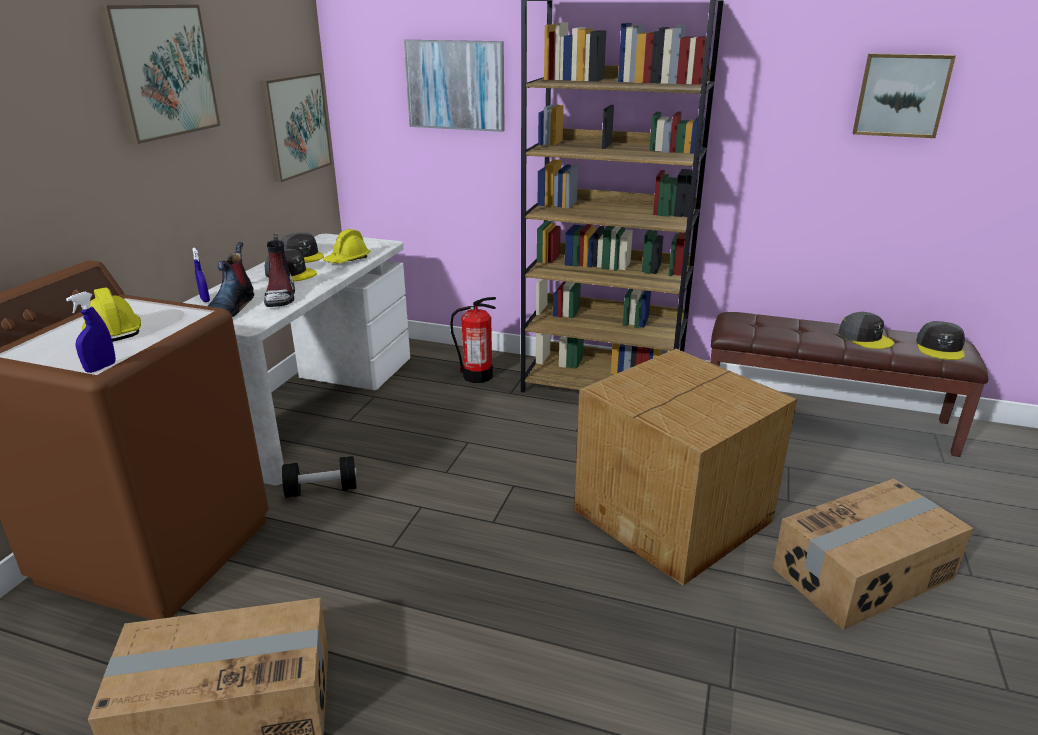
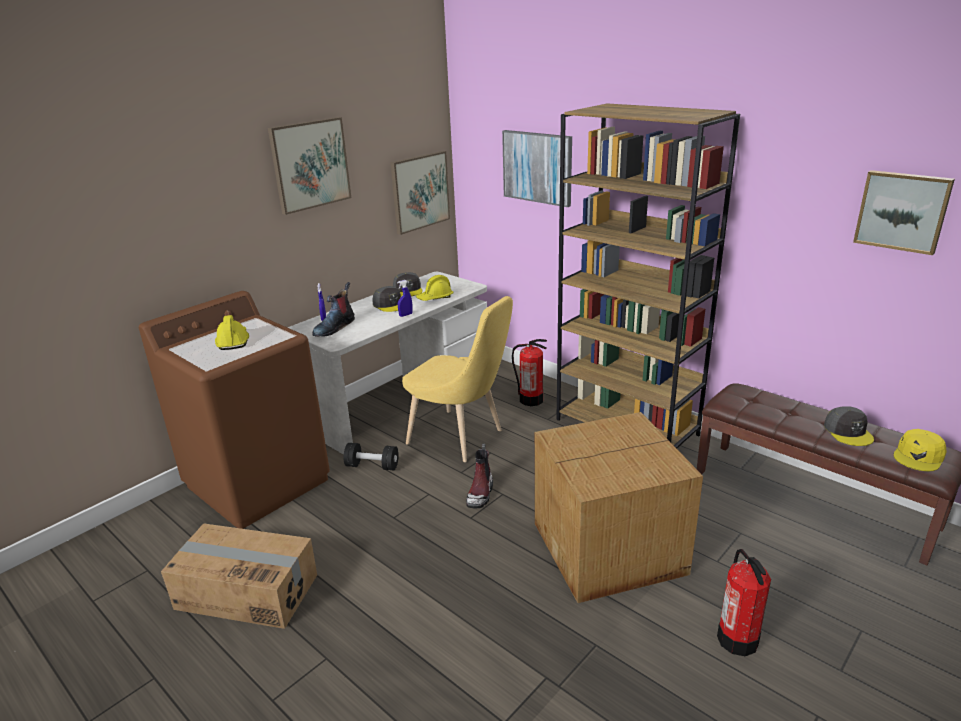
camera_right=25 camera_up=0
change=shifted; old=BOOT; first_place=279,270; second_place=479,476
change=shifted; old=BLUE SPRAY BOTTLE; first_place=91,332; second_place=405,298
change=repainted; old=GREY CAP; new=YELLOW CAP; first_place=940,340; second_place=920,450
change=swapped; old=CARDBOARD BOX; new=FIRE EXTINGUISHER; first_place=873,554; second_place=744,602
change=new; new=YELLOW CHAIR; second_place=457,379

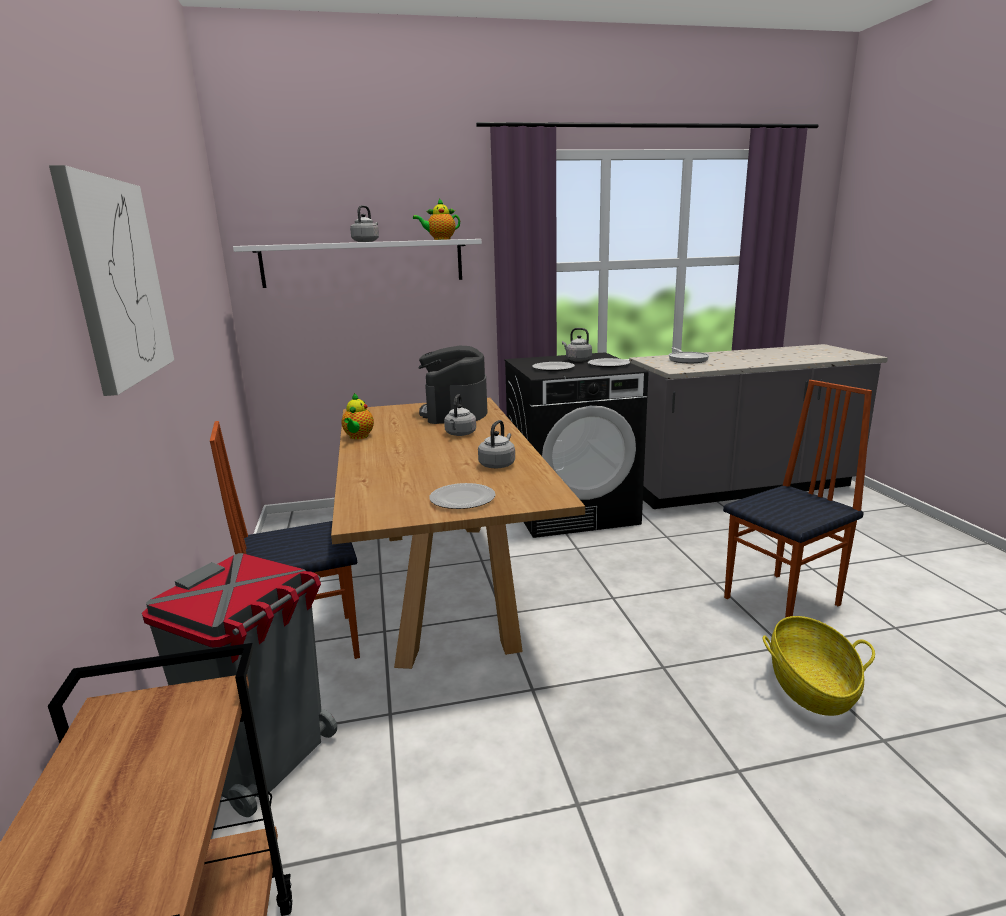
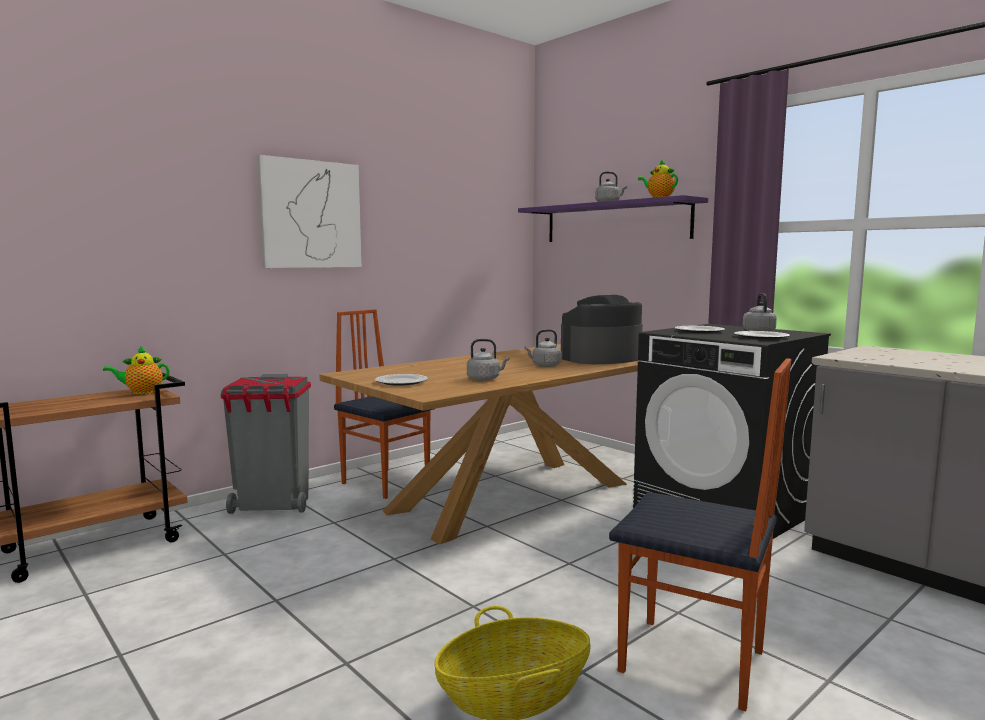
camera_right=60 camera_up=-10
change=repainted; old=WHITE SHELF; new=PURPLE SHELF; first_place=357,263; second_place=613,218
change=gone; old=FRYING PAN; first_place=689,355
change=shifted; old=TEAPOT; first_place=358,416; second_place=136,370

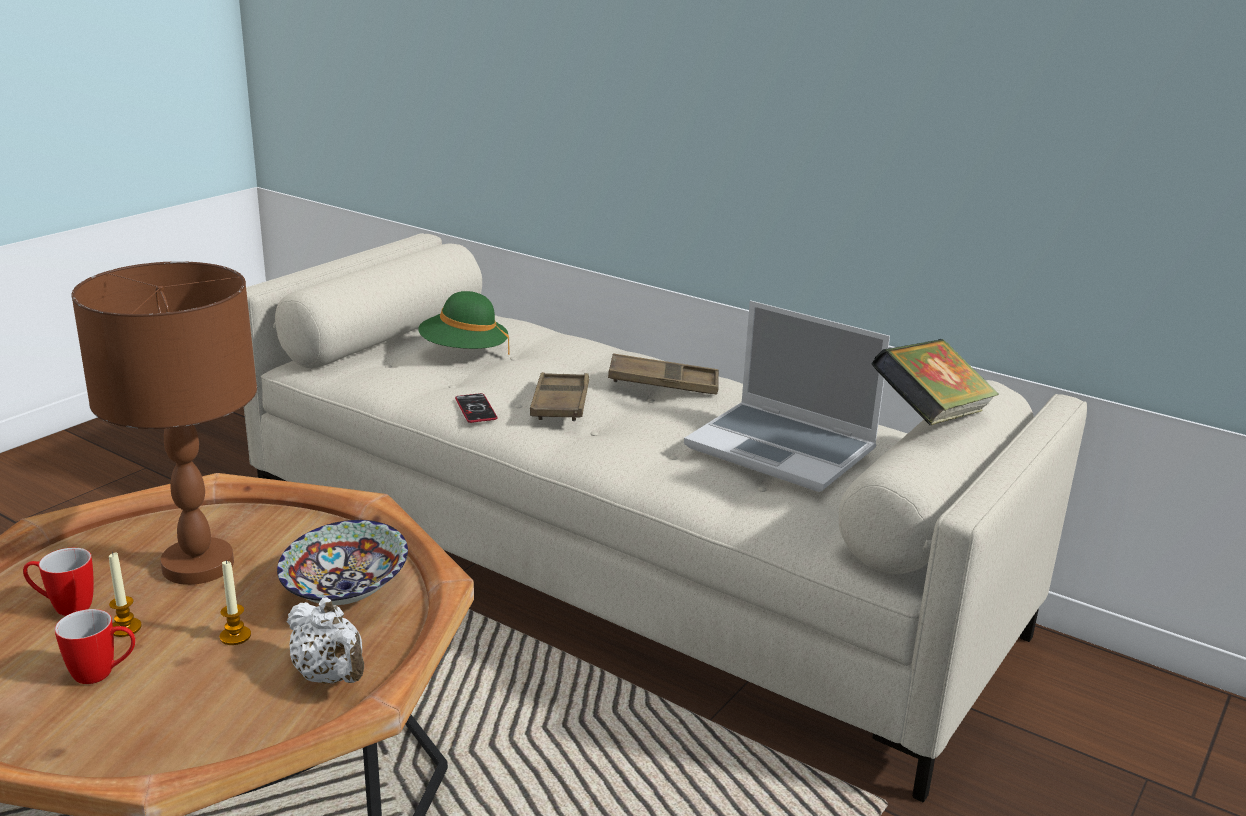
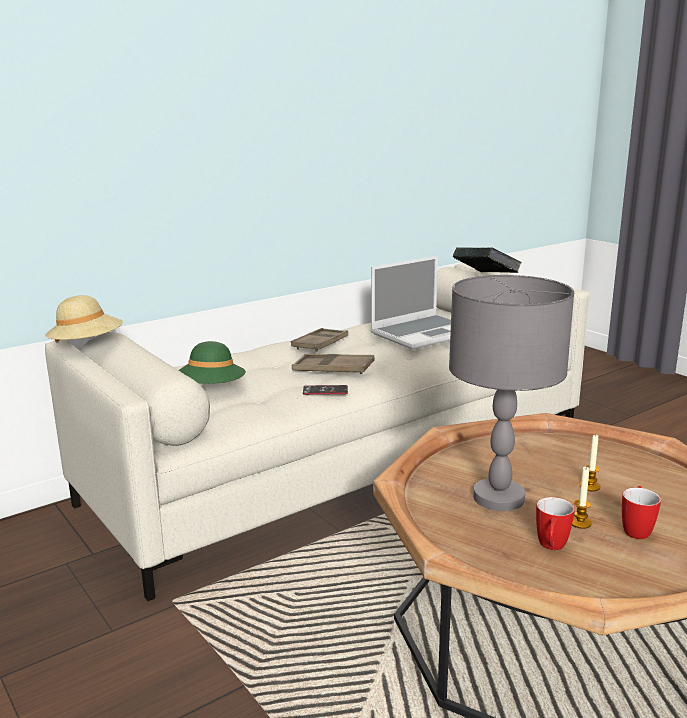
camera_right=-70 camera_up=-5
change=repainted; old=BROWN TABLE LAMP; new=GREY TABLE LAMP; first_place=164,423; second_place=511,393
change=gone; old=BOWL; first_place=342,562
change=gone; old=WHITE TEAPOT; first_place=325,640
change=new; new=BEIGE HAT; second_place=84,319

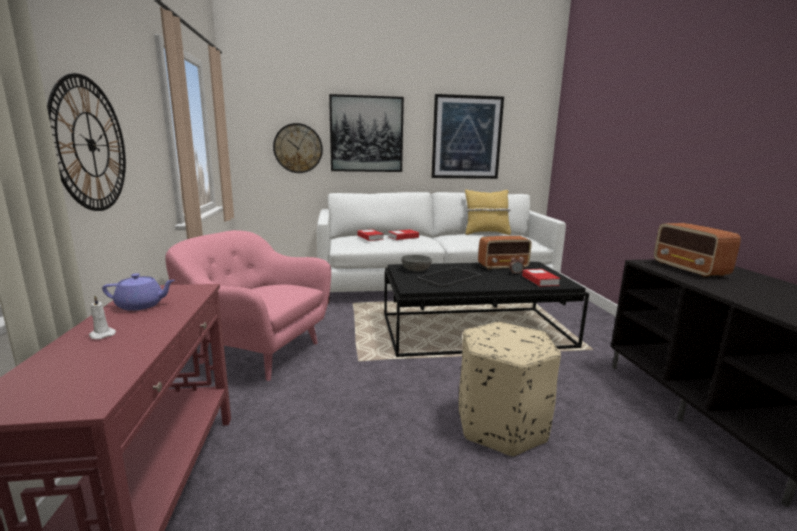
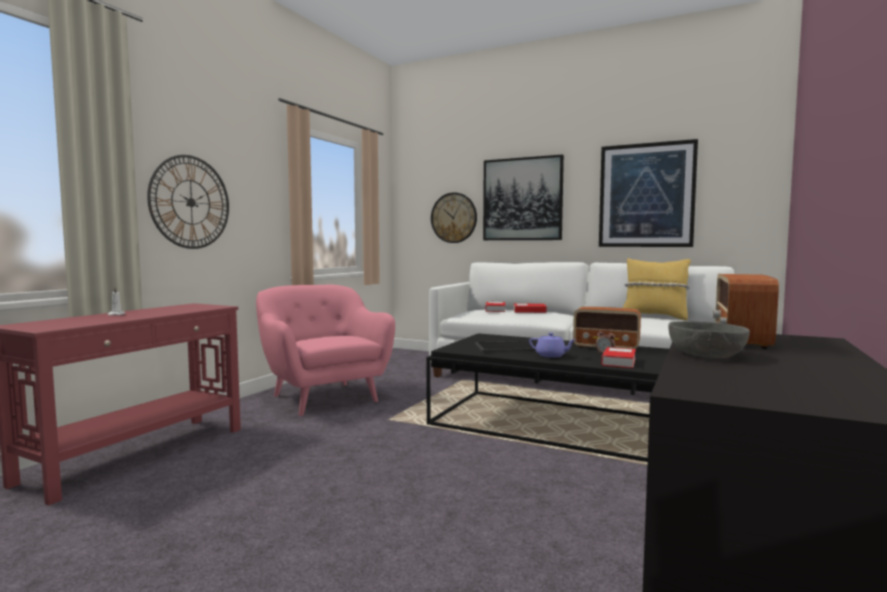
camera_right=35 camera_up=-10
change=shifted; old=GREY BOWL; first_place=416,263; second_place=709,339
change=shifted; old=PURPLE TEAPOT; first_place=138,292; second_place=552,345
change=gone; old=BEIGE OTTOMAN; first_place=510,389

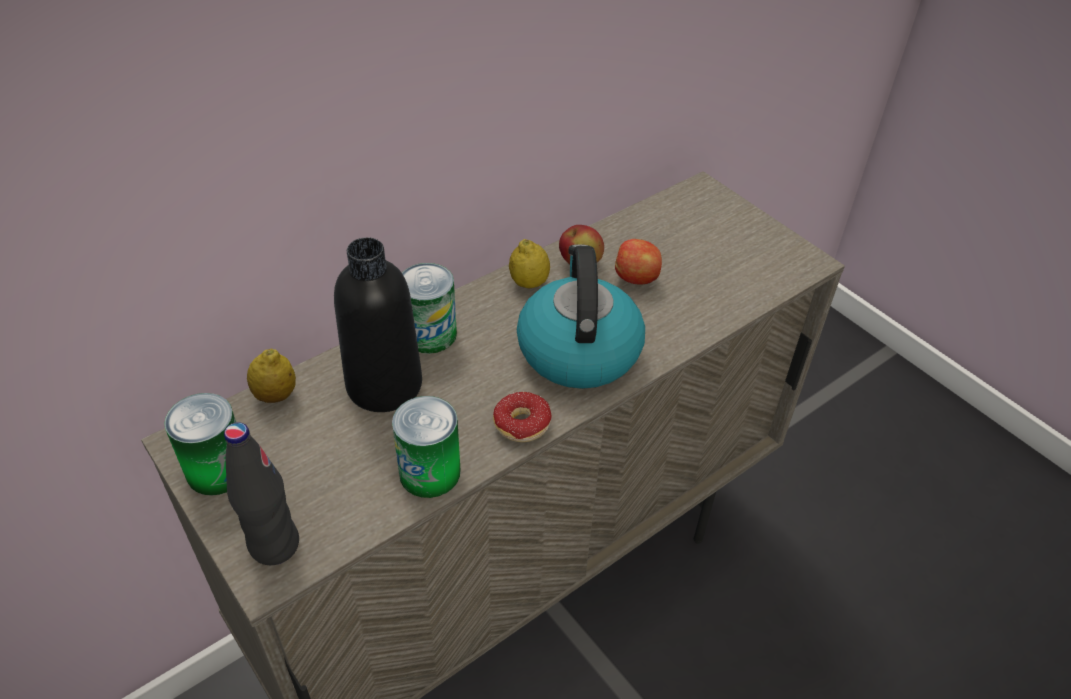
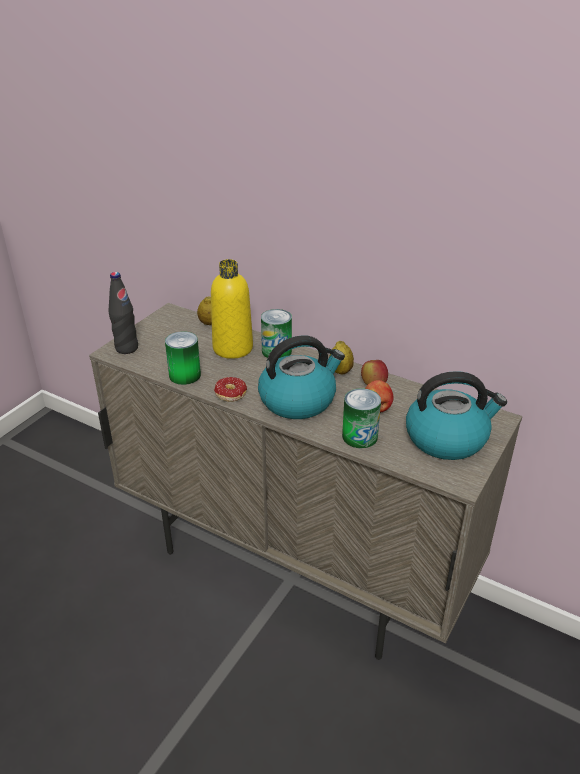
camera_right=70 camera_up=-10
change=repainted; old=BLACK BOTTLE; new=YELLOW BOTTLE; first_place=378,324; second_place=232,309
change=shifted; old=CAN; first_place=200,444; second_place=361,418
change=new; new=KETTLE; second_place=456,415

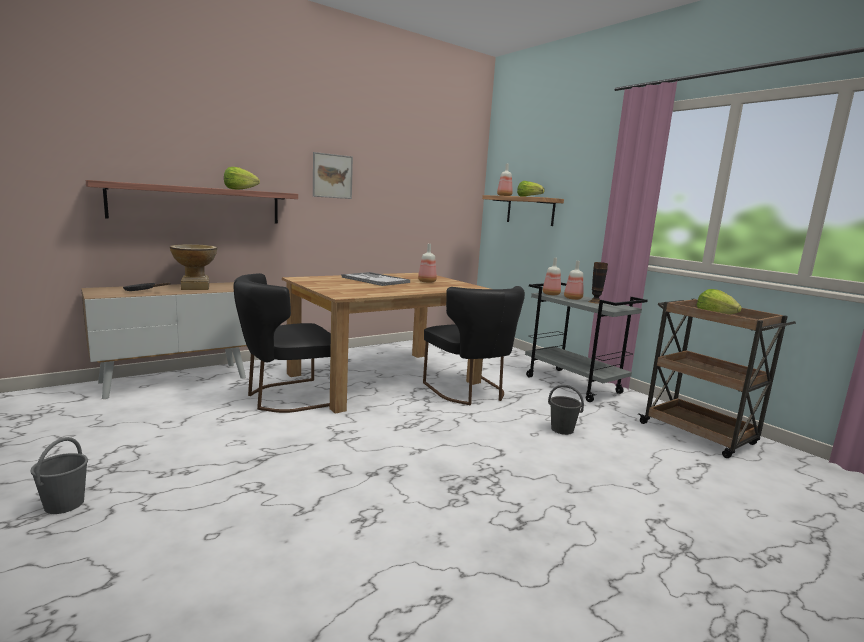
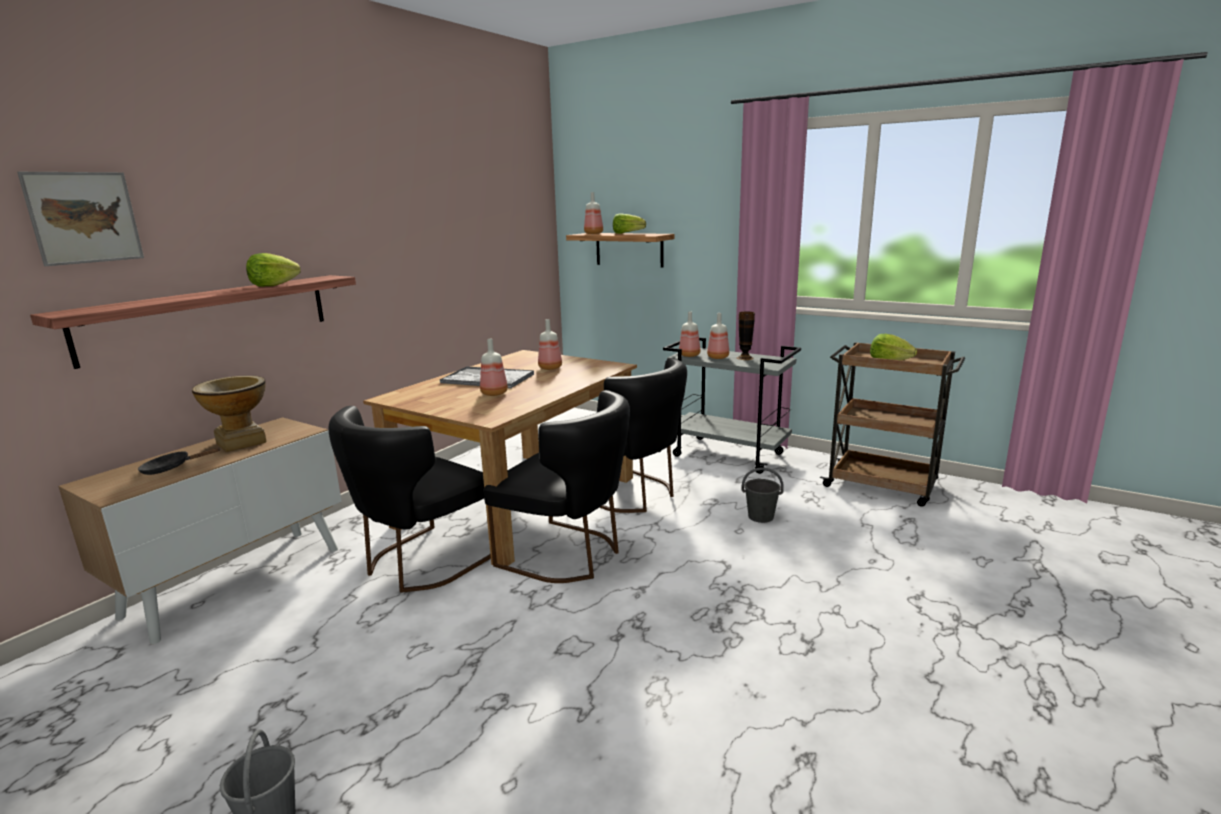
camera_right=-20 camera_up=5
change=shifted; old=PICTURE; first_place=333,175; second_place=80,219
change=new; new=BOTTLE; second_place=494,367
change=new; new=BLACK CHAIR; second_place=556,486

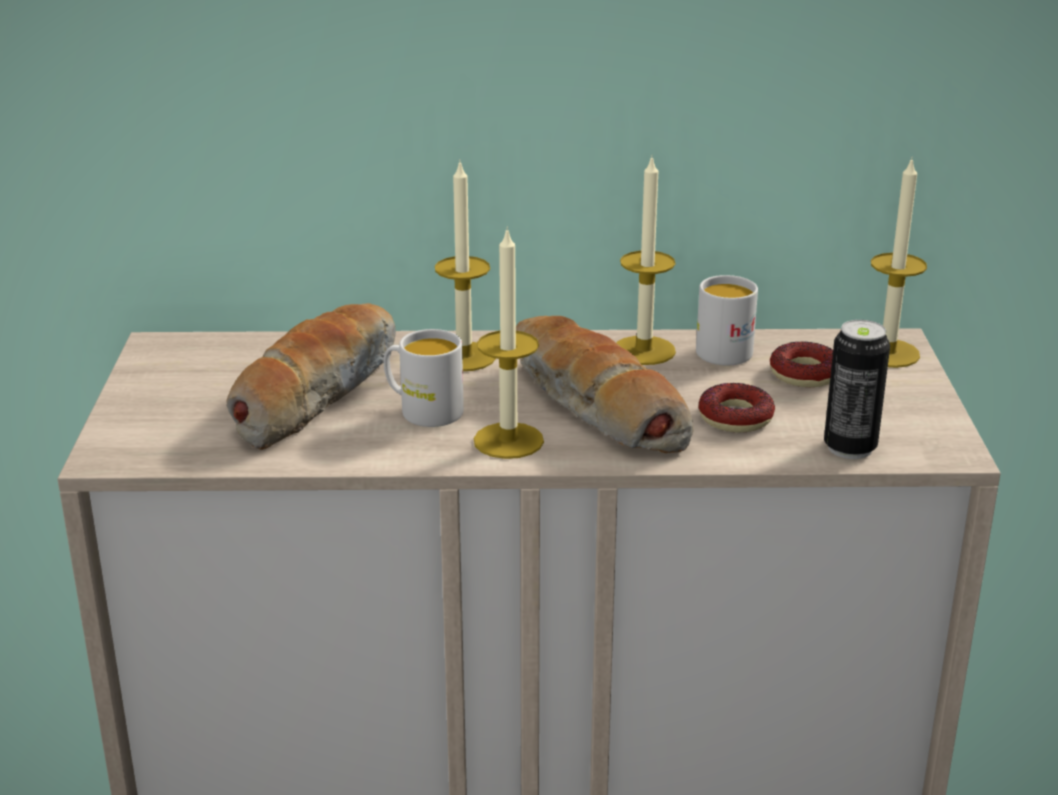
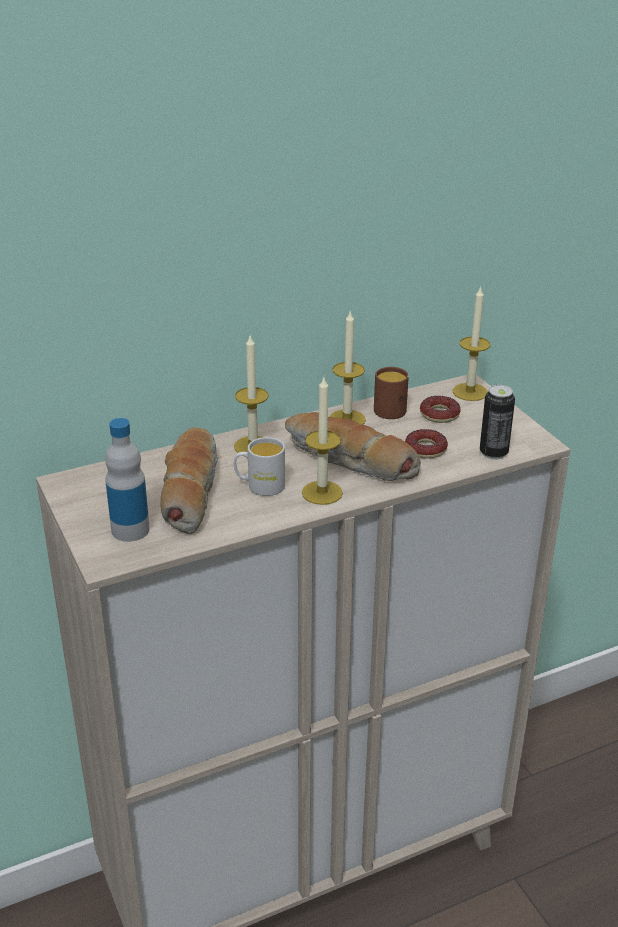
camera_right=-25 camera_up=5
change=repainted; old=WHITE MUG; new=BROWN MUG; first_place=727,320; second_place=391,393
change=new; new=BOTTLE; second_place=127,480

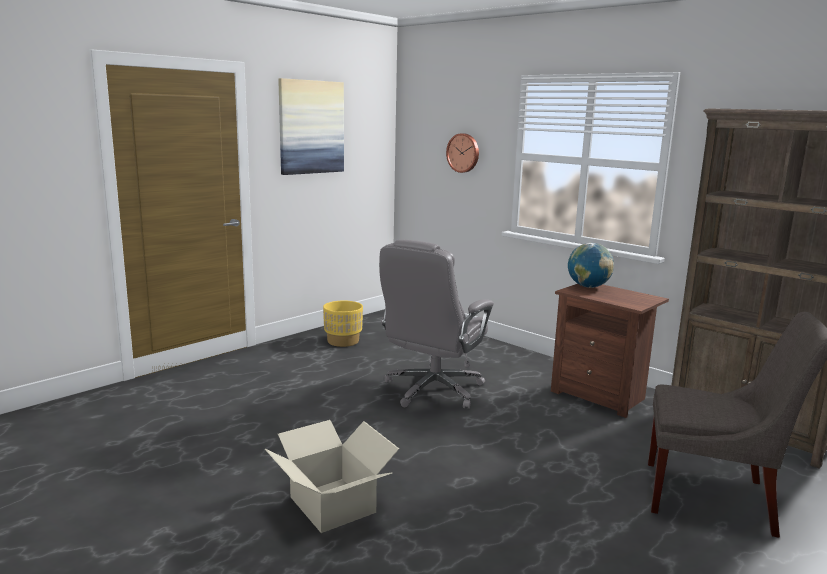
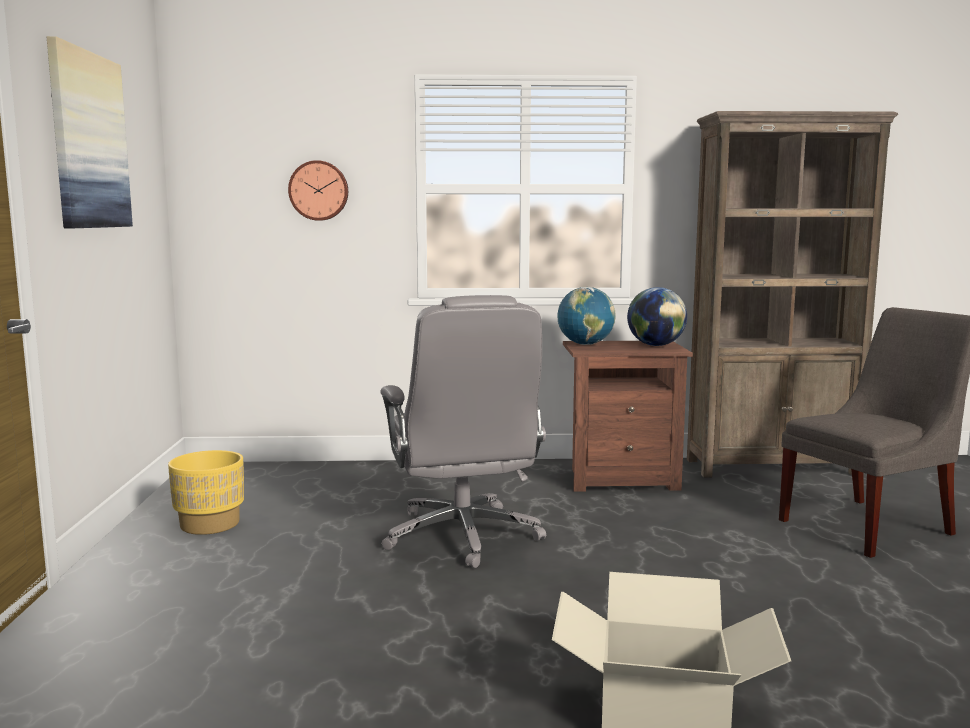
camera_right=-45 camera_up=-5
change=new; new=GLOBE; second_place=657,316

